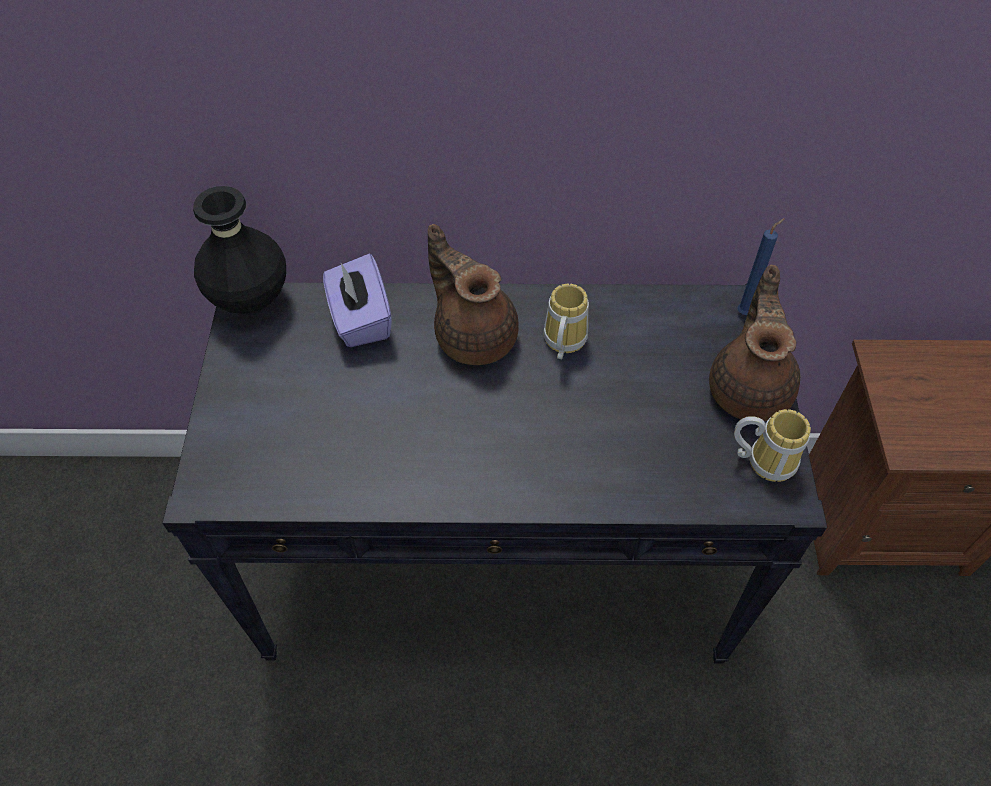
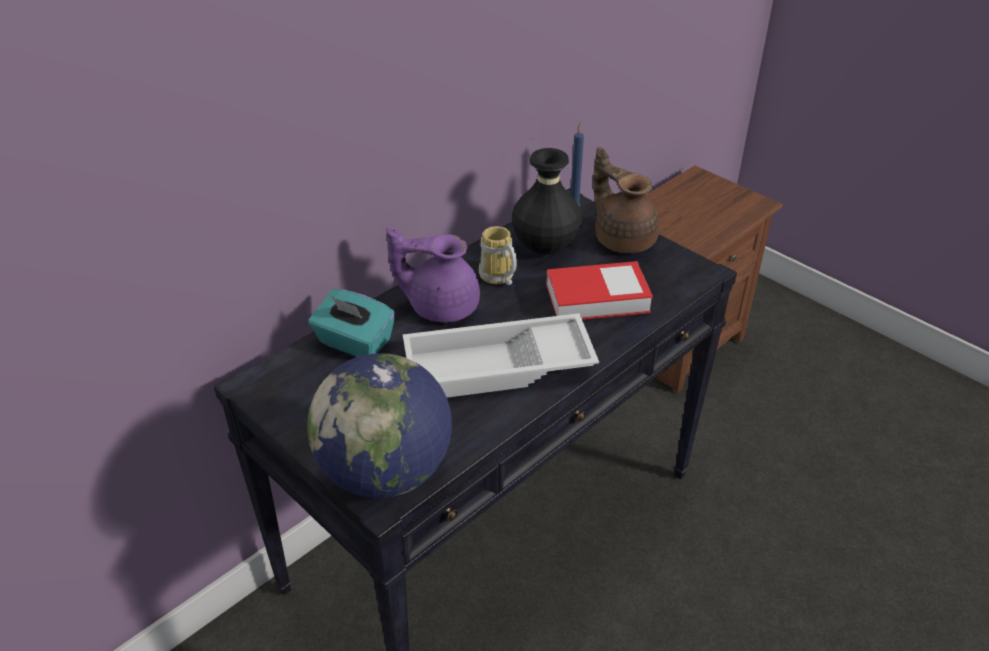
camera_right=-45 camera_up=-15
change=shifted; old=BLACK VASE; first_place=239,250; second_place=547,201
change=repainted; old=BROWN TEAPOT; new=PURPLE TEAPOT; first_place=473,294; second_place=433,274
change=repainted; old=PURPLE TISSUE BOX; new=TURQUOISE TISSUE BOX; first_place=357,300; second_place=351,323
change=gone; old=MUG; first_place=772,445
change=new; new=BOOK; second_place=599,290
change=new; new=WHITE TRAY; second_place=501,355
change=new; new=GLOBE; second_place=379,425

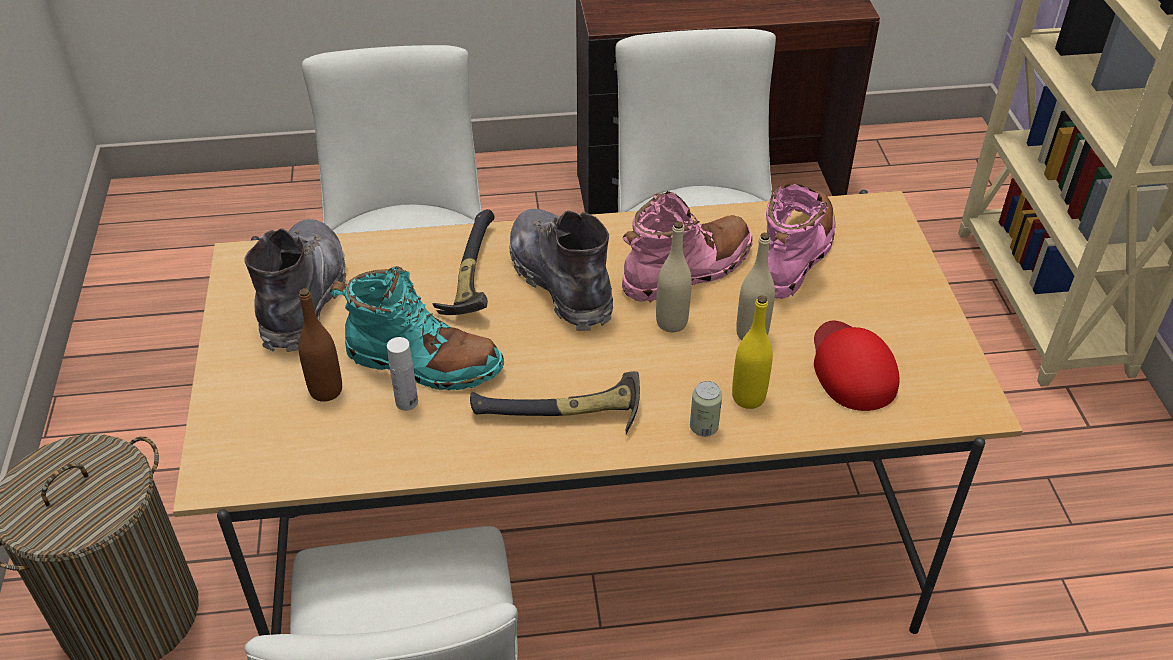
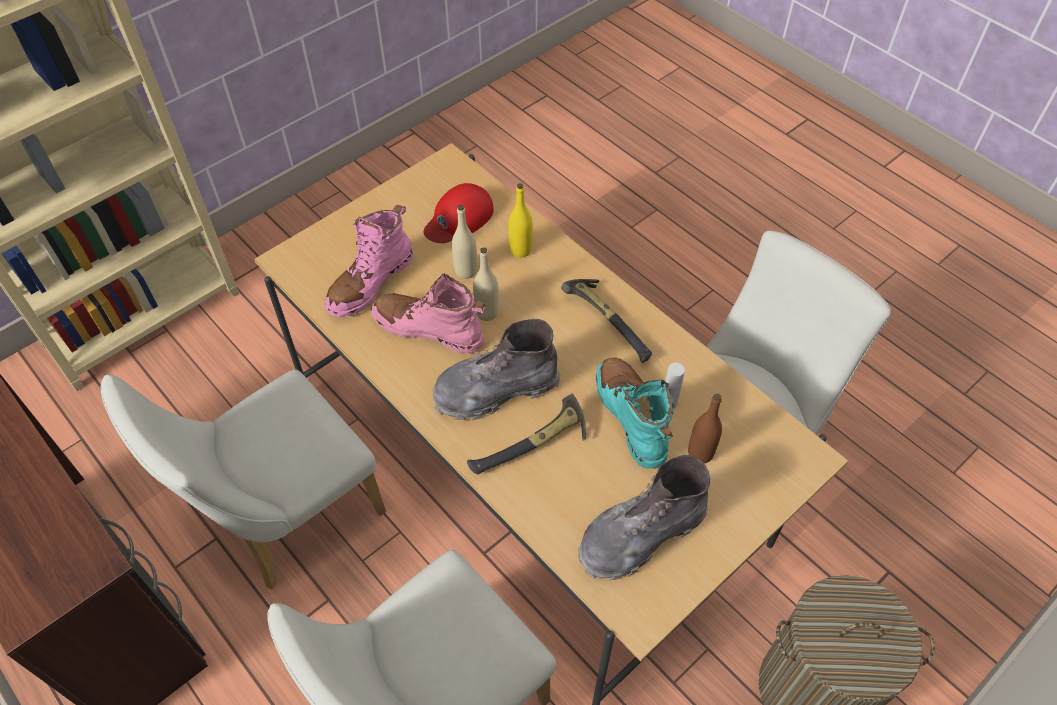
camera_right=-125 camera_up=10
change=rotated; old=PINK BOOT; first_place=800,241; second_place=369,261; degrees=-45
change=rotated; old=GREY BOOT; first_place=561,270; second_place=496,369; degrees=45
change=gone; old=CAN; first_place=706,409

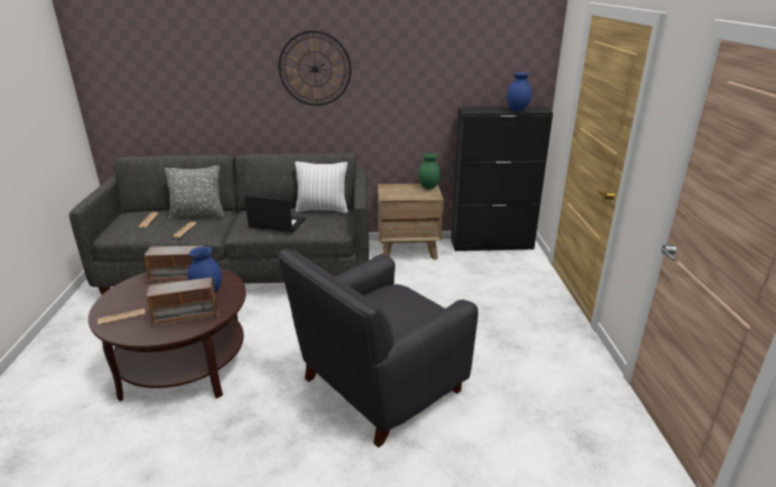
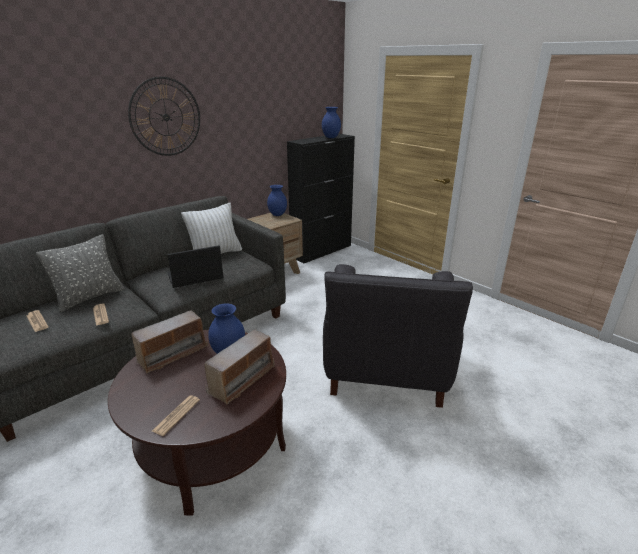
camera_right=-40 camera_up=0
change=repainted; old=GREEN VASE; new=BLUE VASE; first_place=429,171; second_place=277,200

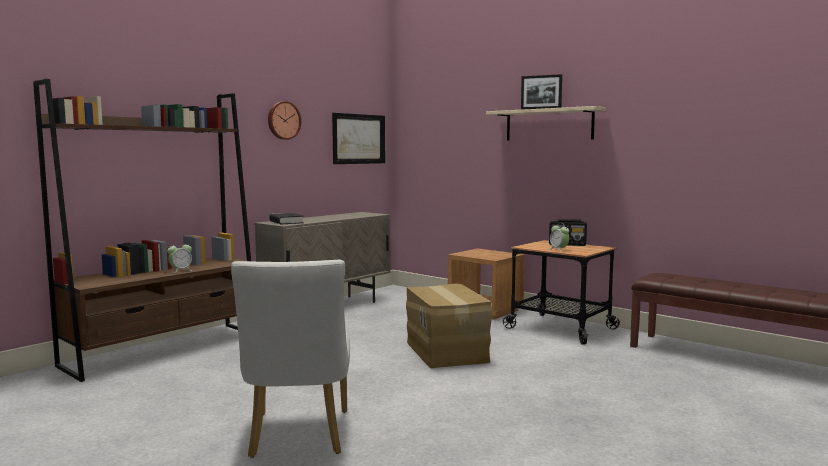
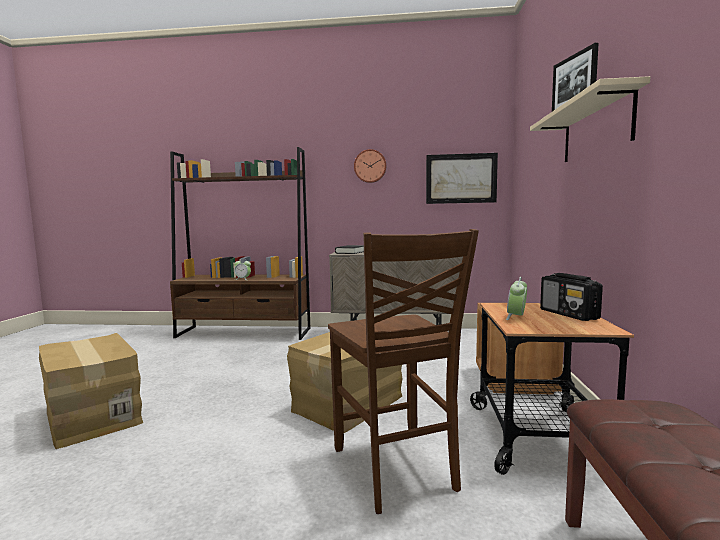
camera_right=55 camera_up=0
change=swapped; old=WHITE CHAIR; new=CARDBOARD BOX; first_place=290,359; second_place=91,391
change=new; new=BROWN CHAIR; second_place=403,371

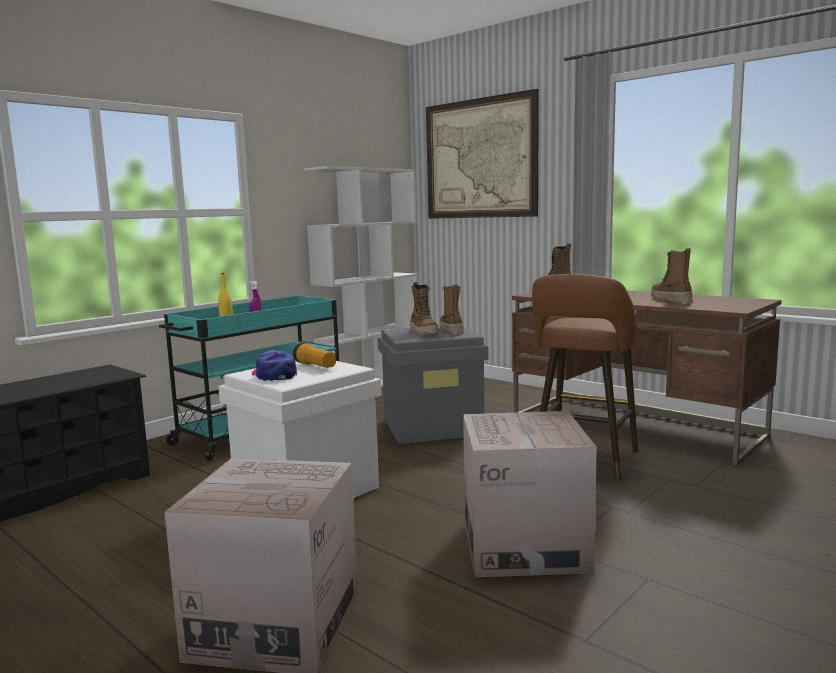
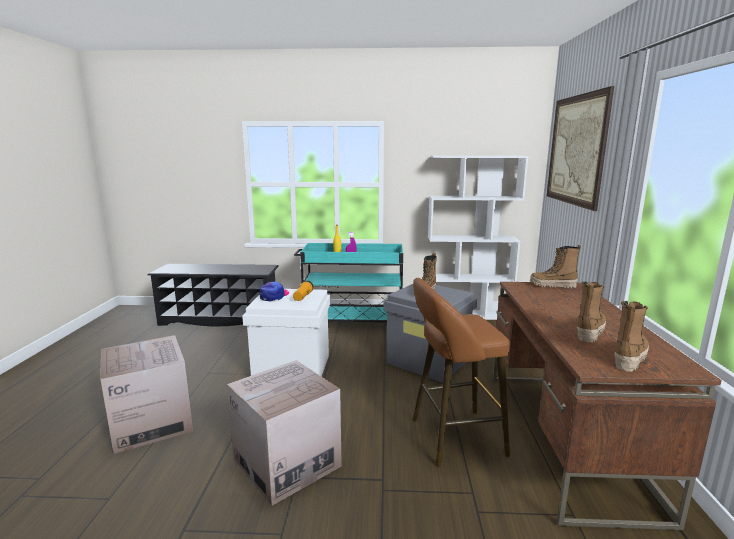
camera_right=50 camera_up=5
change=shifted; old=BOOT; first_place=452,309; second_place=631,336

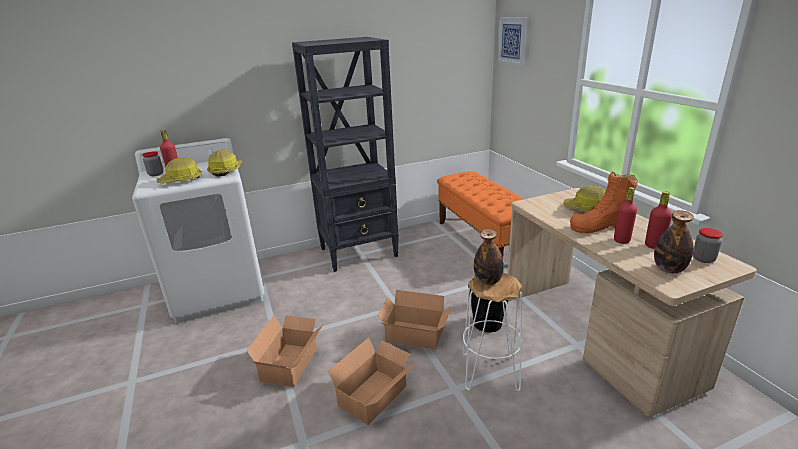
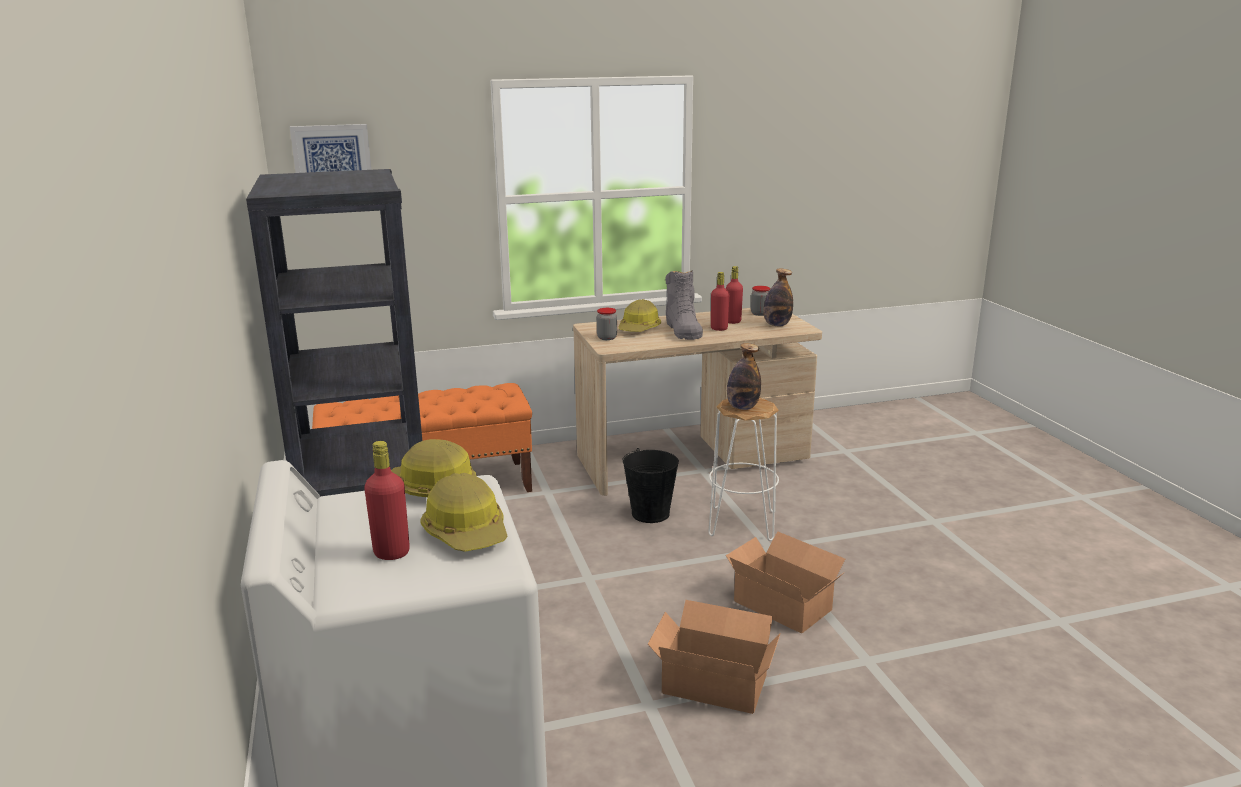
camera_right=-85 camera_up=-5
change=shifted; old=JAR; first_place=152,164; second_place=607,324
change=repainted; old=ORANGE BOOT; new=GREY BOOT; first_place=604,202; second_place=684,305
change=gone; old=CARDBOARD BOX; first_place=414,320

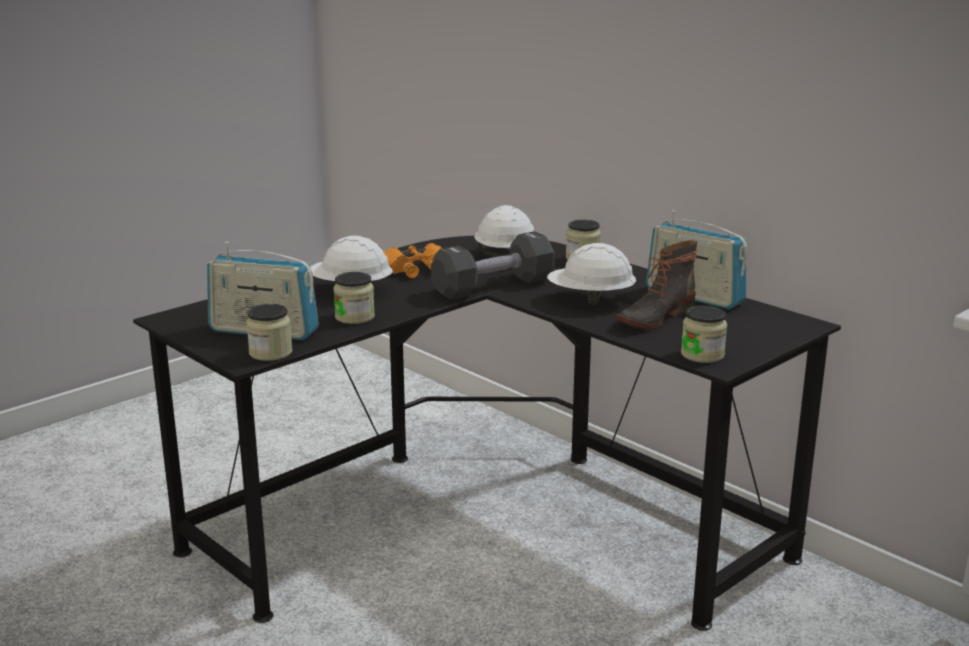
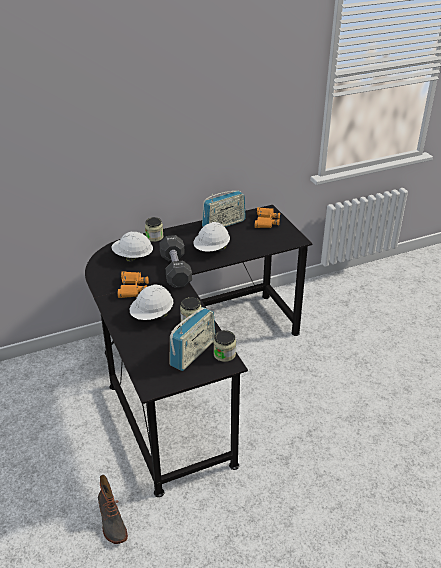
camera_right=-70 camera_up=15
change=shifted; old=BOOT; first_place=657,284; second_place=113,509
change=gone; old=JAR; first_place=704,334
change=new; new=ORANGE BINOCULARS; second_place=267,217

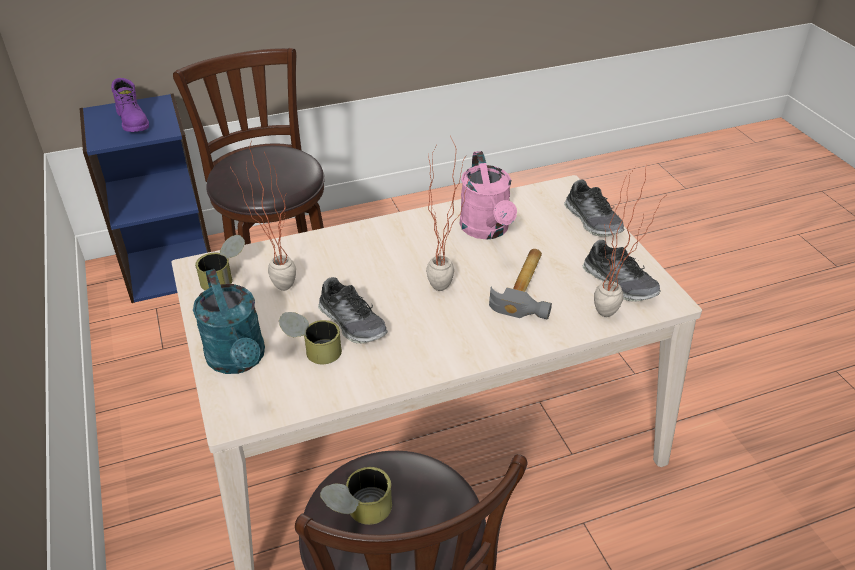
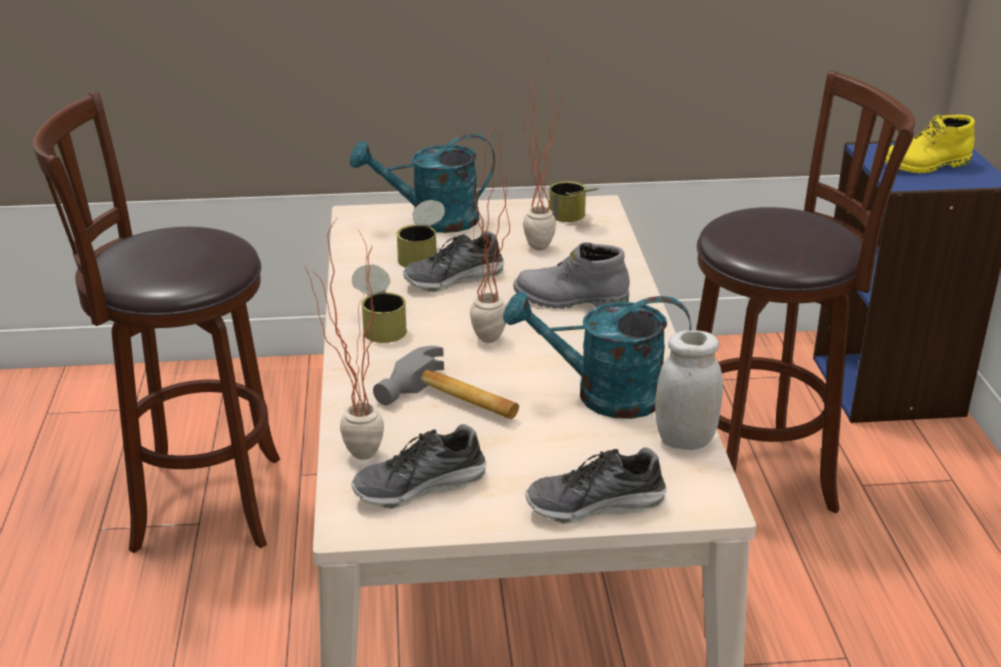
camera_right=105 camera_up=-10
change=repainted; old=PURPLE BOOT; new=YELLOW BOOT; first_place=130,105; second_place=930,144
change=repainted; old=PINK WATERING CAN; new=TURQUOISE WATERING CAN; first_place=488,195; second_place=597,355
change=shifted; old=CAN; first_place=356,496; second_place=379,304
change=new; new=GREY BOOT; second_place=571,275
change=new; new=WHITE JAR; second_place=689,390

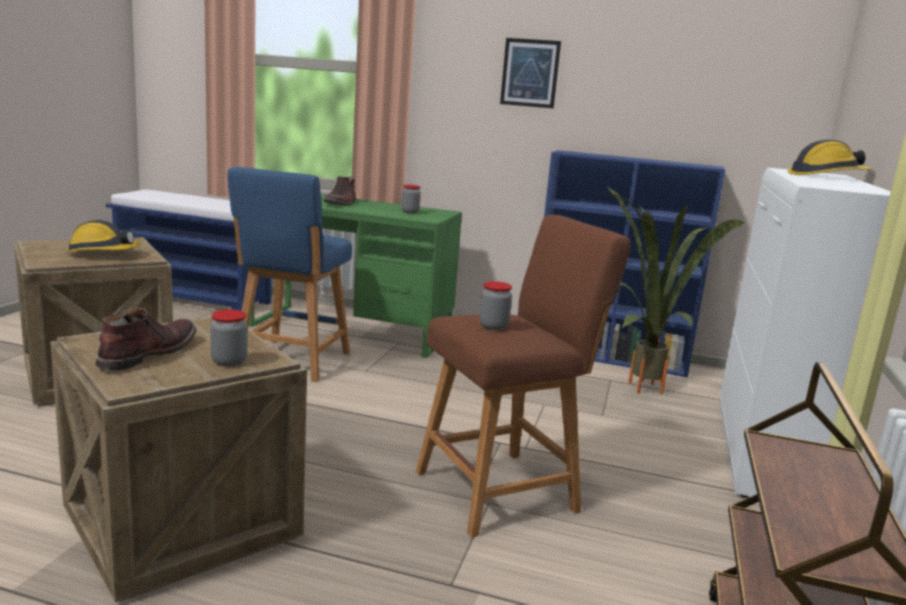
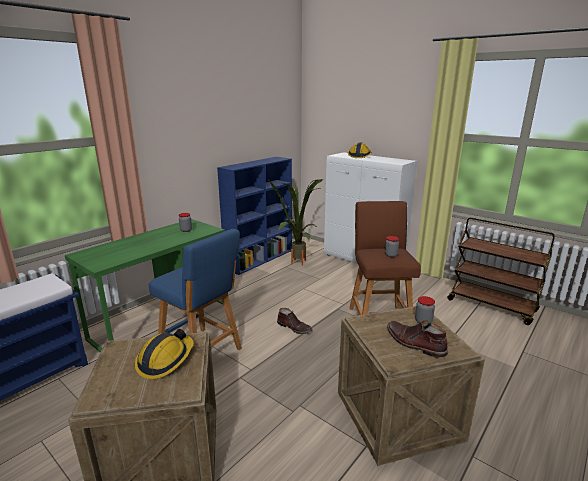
camera_right=-65 camera_up=5
change=gone; old=PICTURE; first_place=530,73
change=shifted; old=BROWN BOOT; first_place=339,190; second_place=294,321

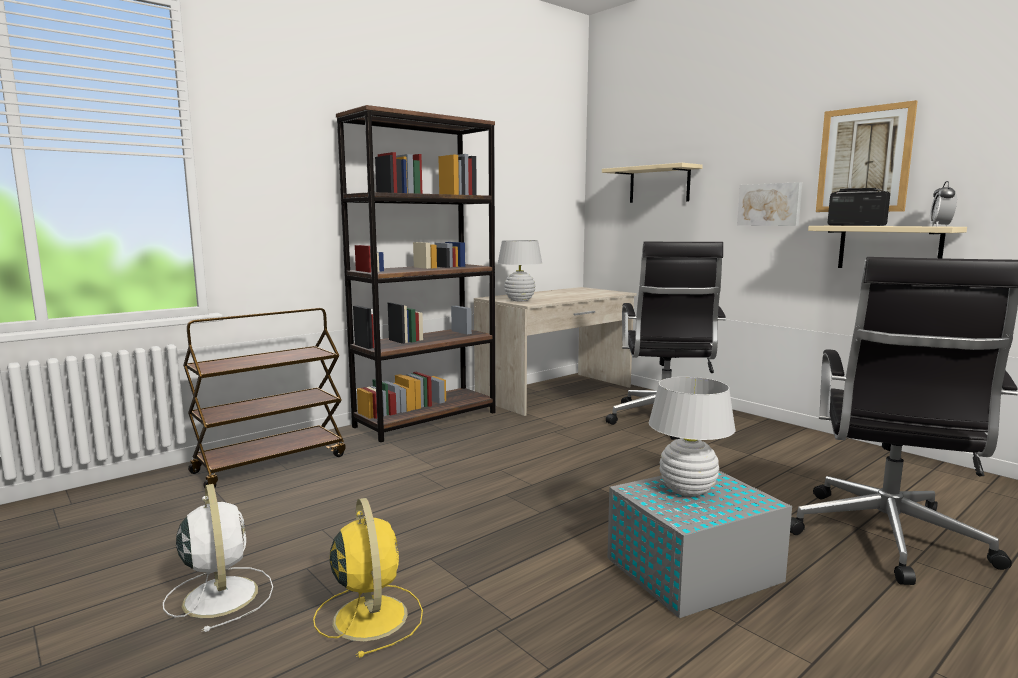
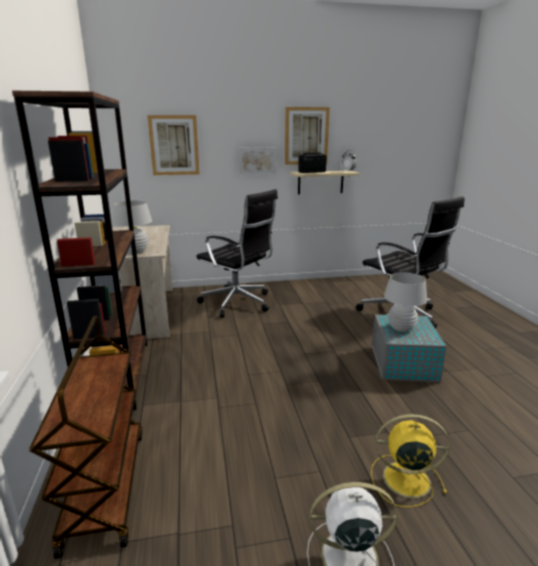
camera_right=-60 camera_up=10
change=swapped; old=BEIGE SHELF; new=PICTURE; first_place=652,183; second_place=173,145

